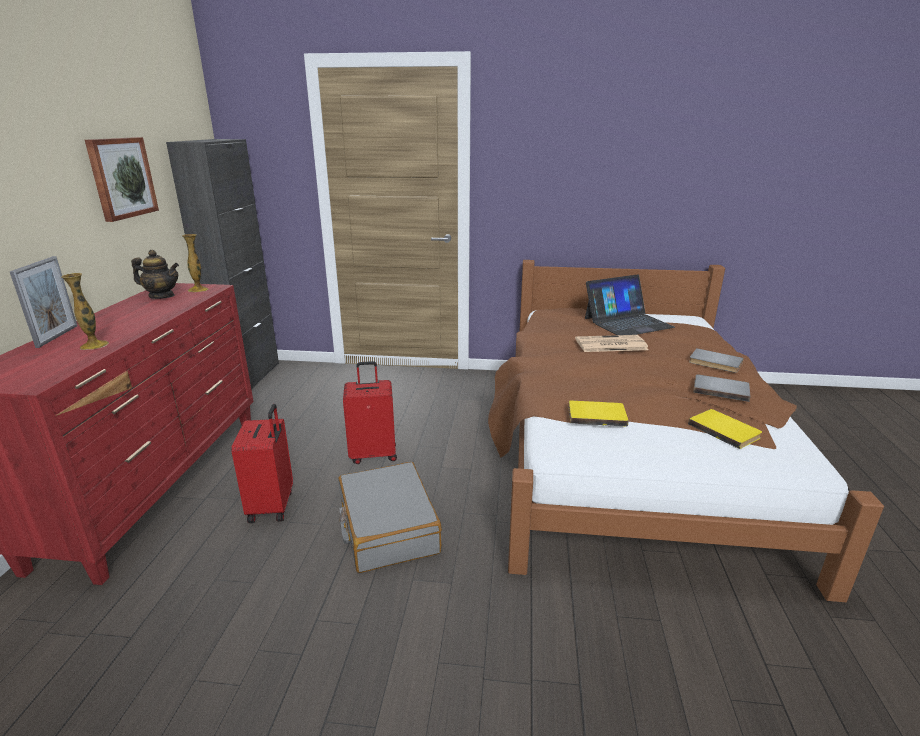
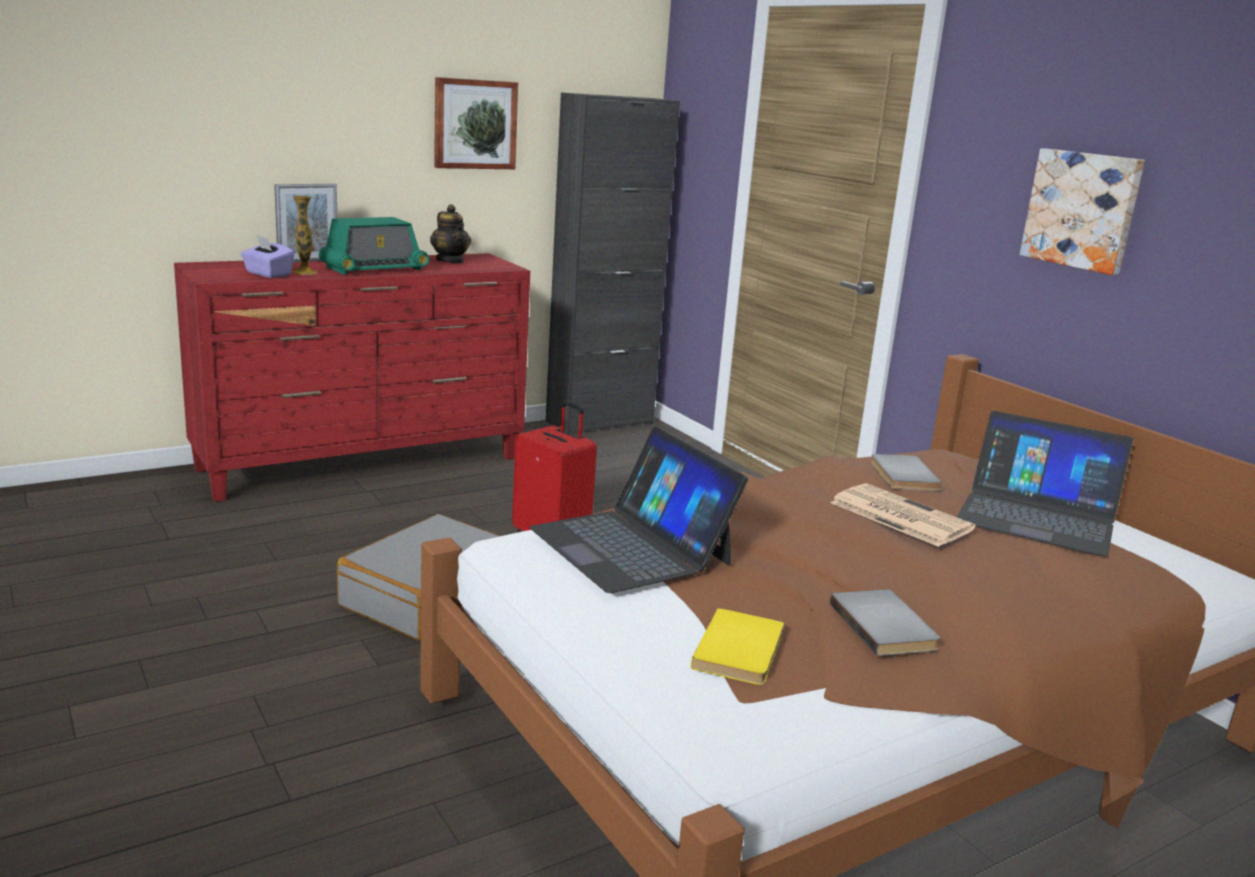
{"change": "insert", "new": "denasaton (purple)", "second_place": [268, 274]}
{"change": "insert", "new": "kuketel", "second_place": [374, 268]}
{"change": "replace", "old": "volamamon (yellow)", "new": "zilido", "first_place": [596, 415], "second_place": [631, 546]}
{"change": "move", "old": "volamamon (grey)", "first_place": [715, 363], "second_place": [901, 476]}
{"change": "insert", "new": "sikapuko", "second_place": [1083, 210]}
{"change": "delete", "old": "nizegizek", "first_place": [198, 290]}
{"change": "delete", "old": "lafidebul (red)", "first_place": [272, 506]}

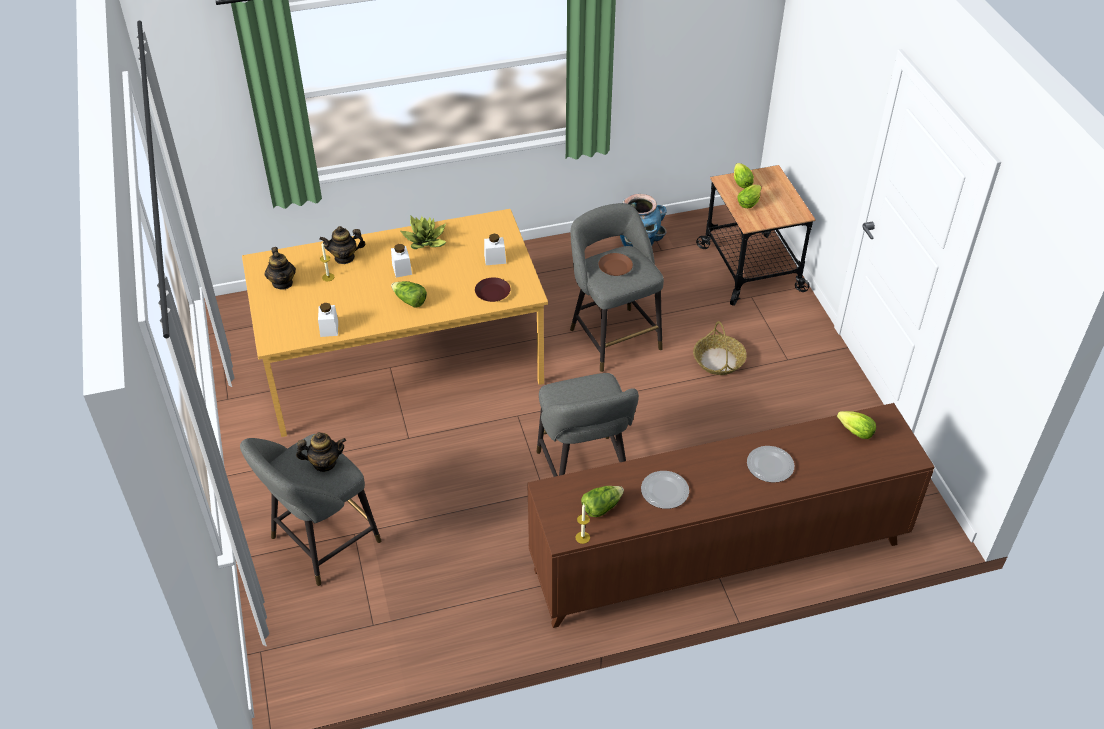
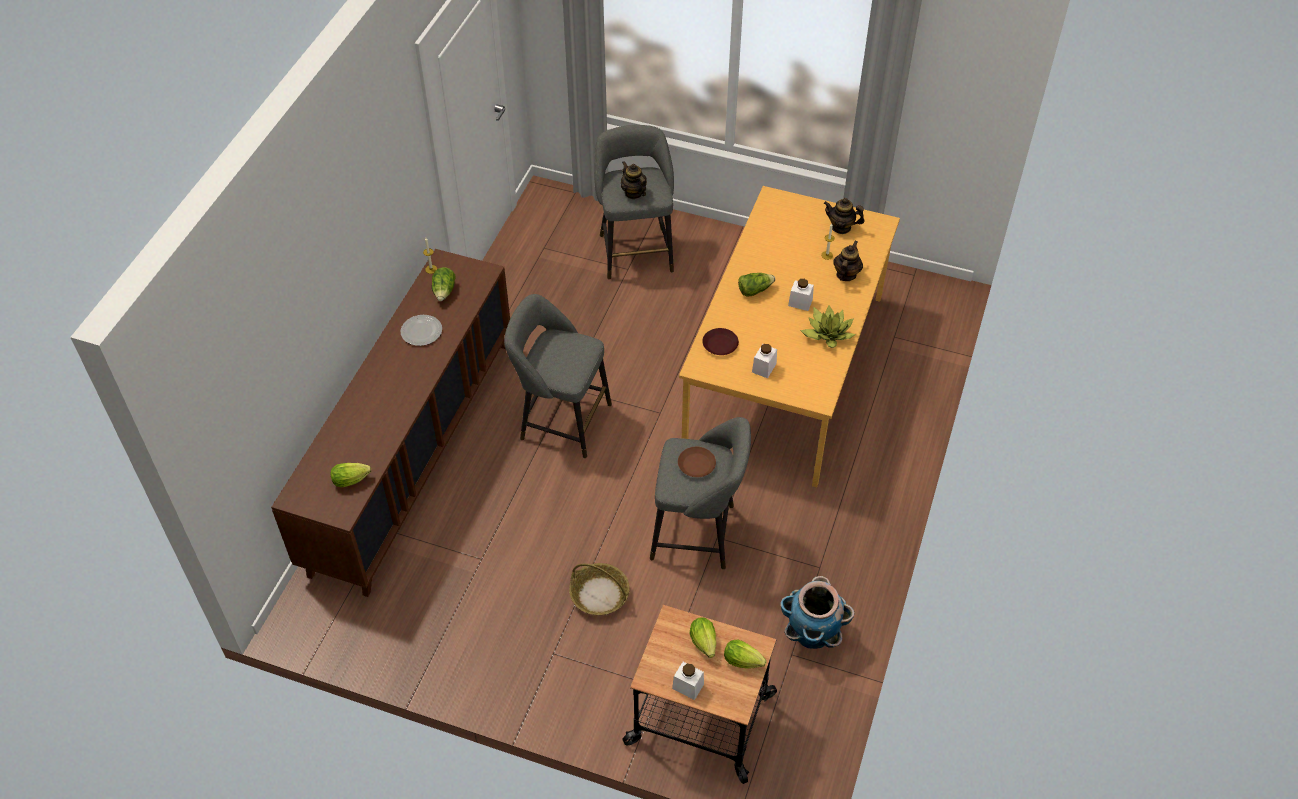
{"change": "rotate", "old": "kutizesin", "first_place": [324, 463], "second_place": [633, 193], "degrees": 120}
{"change": "move", "old": "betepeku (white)", "first_place": [329, 328], "second_place": [688, 686]}
{"change": "delete", "old": "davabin", "first_place": [770, 465]}

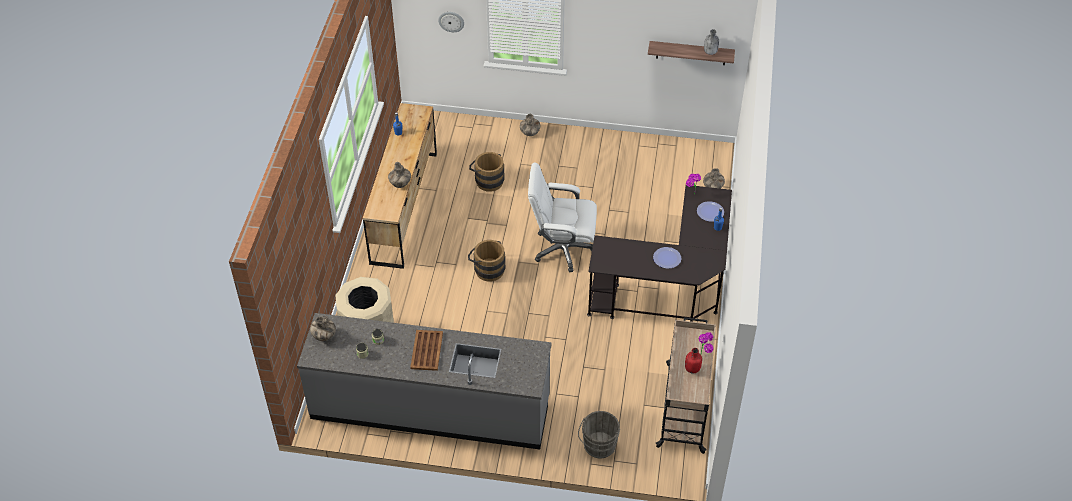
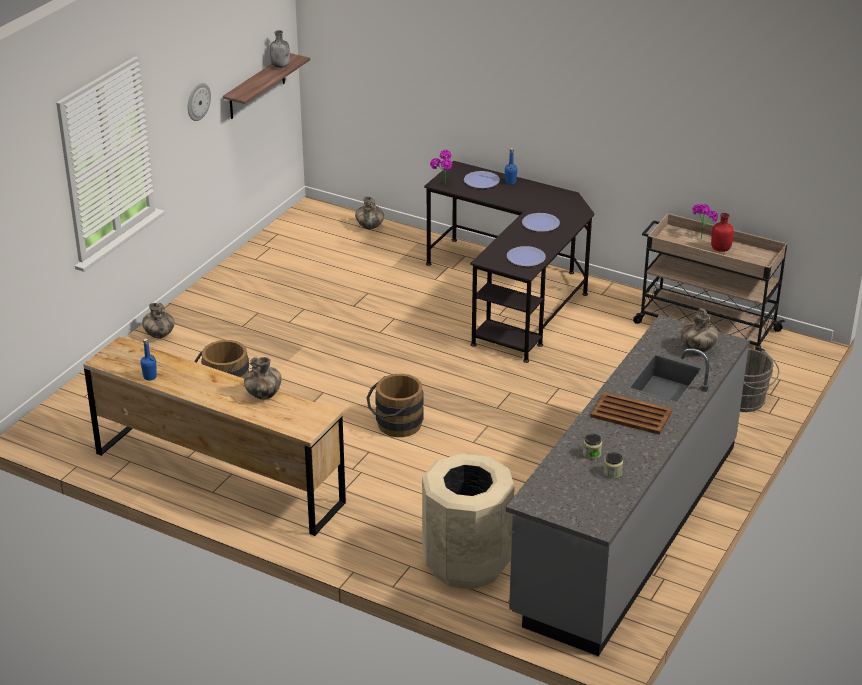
{"change": "move", "old": "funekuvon", "first_place": [451, 21], "second_place": [198, 101]}
{"change": "insert", "new": "davabin", "second_place": [526, 257]}
{"change": "move", "old": "nizegizek", "first_place": [324, 336], "second_place": [697, 349]}
{"change": "delete", "old": "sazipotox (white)", "first_place": [562, 249]}

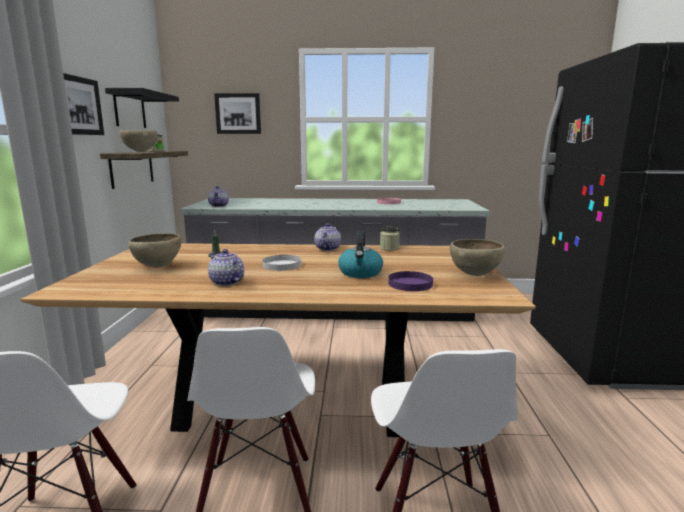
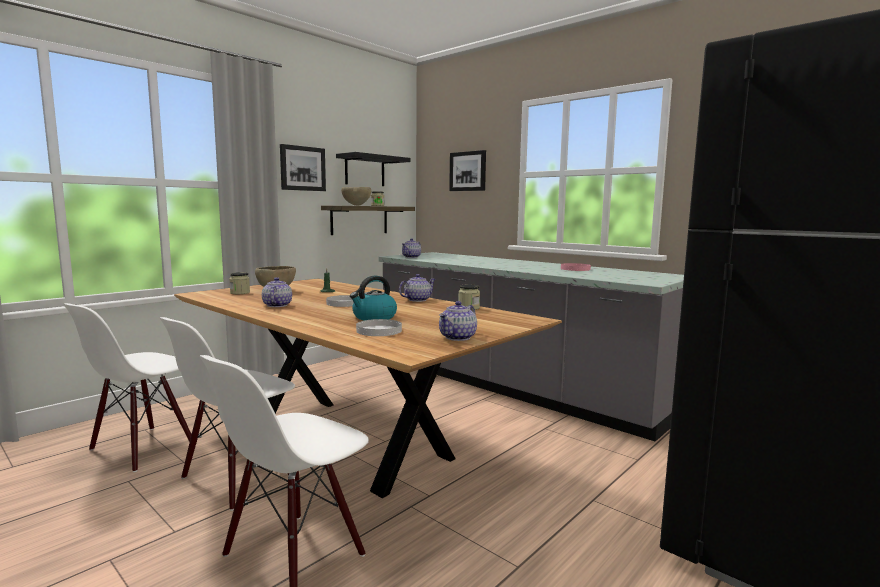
{"change": "insert", "new": "betepeku", "second_place": [240, 293]}
{"change": "recolor", "old": "davabin (purple)", "new": "davabin (white)", "first_place": [410, 284], "second_place": [379, 330]}
{"change": "replace", "old": "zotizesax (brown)", "new": "kutizesin", "first_place": [475, 275], "second_place": [458, 337]}

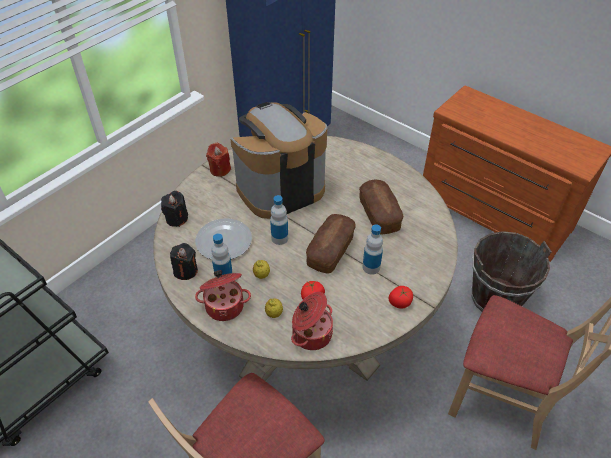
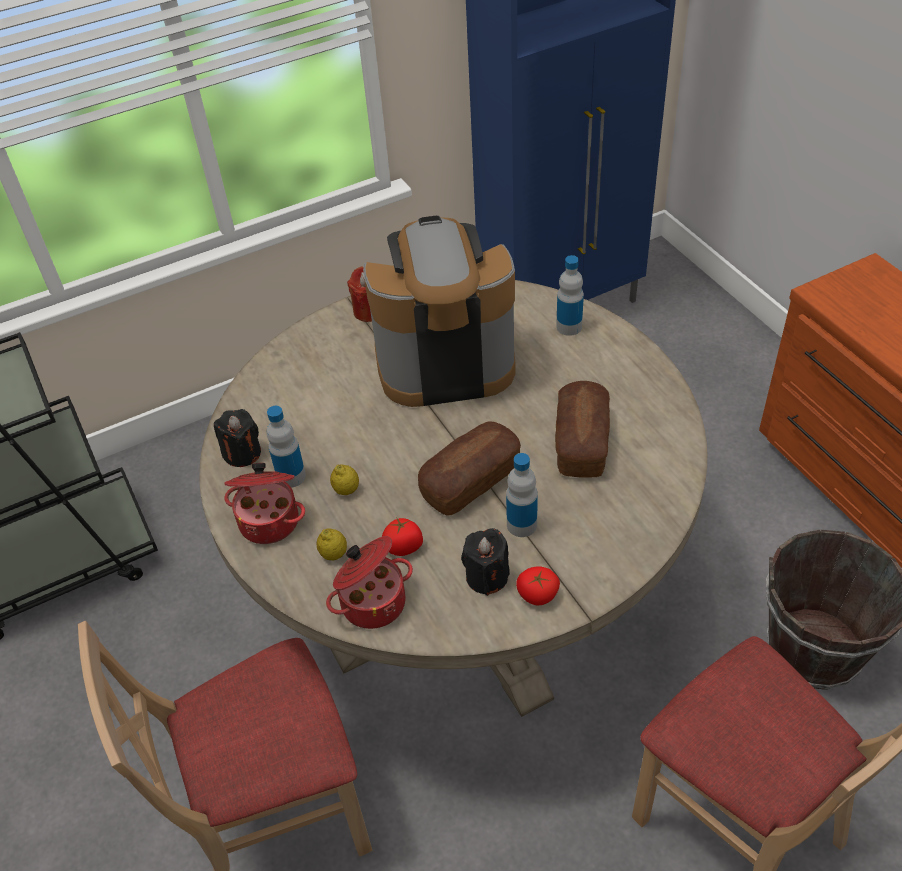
{"change": "move", "old": "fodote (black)", "first_place": [177, 218], "second_place": [487, 576]}
{"change": "move", "old": "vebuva", "first_place": [279, 238], "second_place": [569, 327]}
{"change": "delete", "old": "davabin", "first_place": [224, 241]}

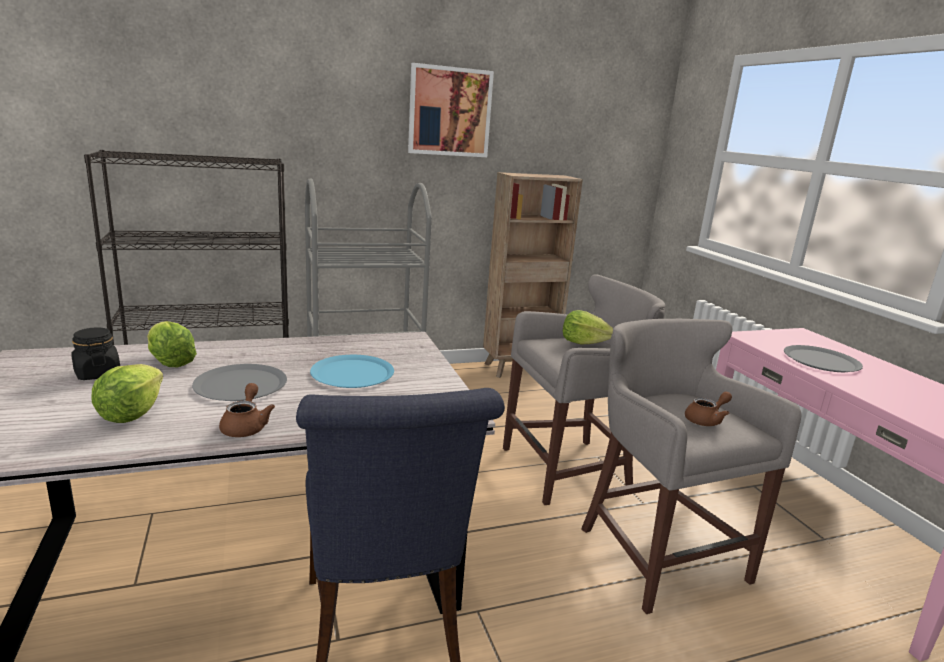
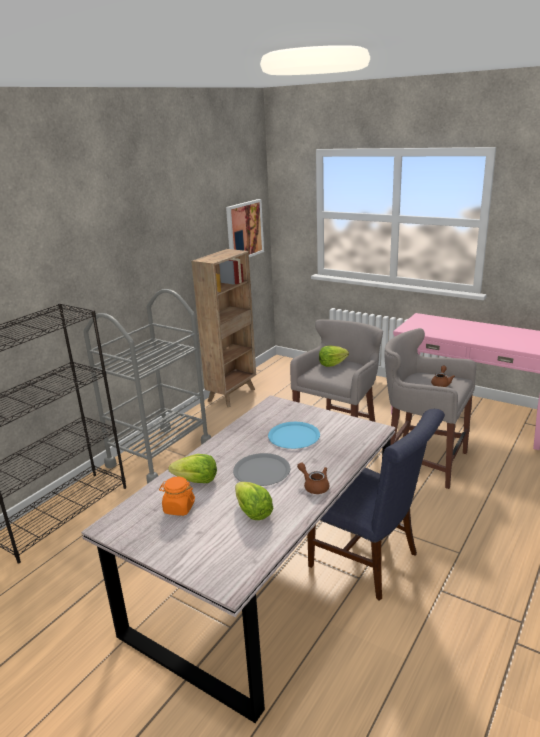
{"change": "recolor", "old": "betepeku (black)", "new": "betepeku (orange)", "first_place": [97, 373], "second_place": [179, 508]}
{"change": "move", "old": "sikapuko", "first_place": [449, 112], "second_place": [244, 230]}
{"change": "delete", "old": "davabin (grey)", "first_place": [821, 360]}

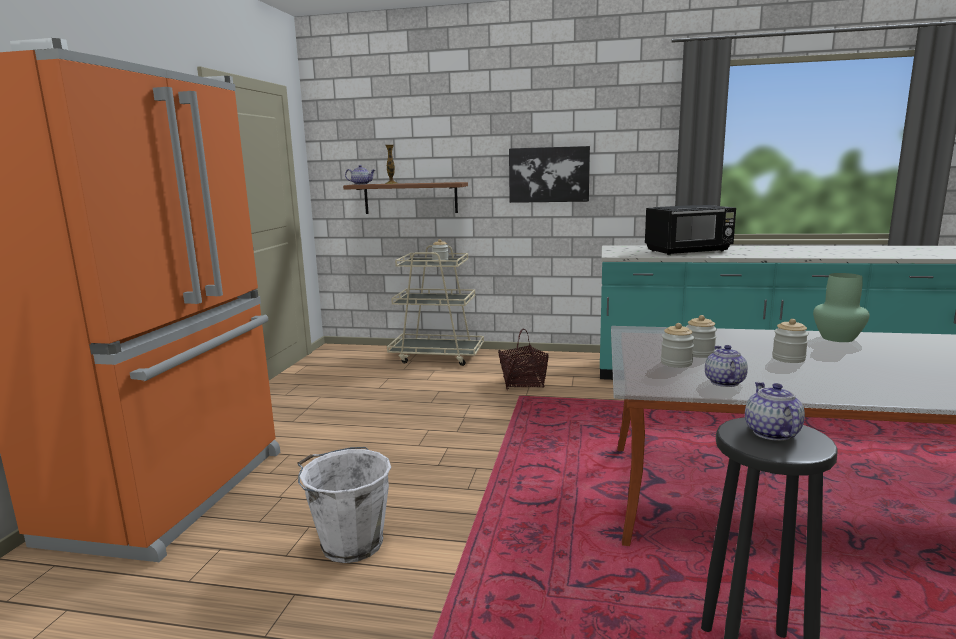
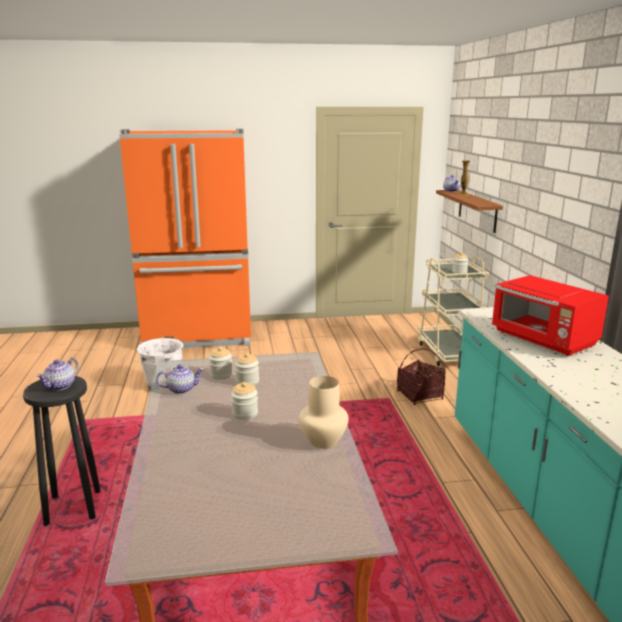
{"change": "rotate", "old": "kutizesin", "first_place": [771, 433], "second_place": [60, 386], "degrees": 135}
{"change": "recolor", "old": "nizegizek (green)", "new": "nizegizek (beige)", "first_place": [836, 338], "second_place": [323, 440]}
{"change": "recolor", "old": "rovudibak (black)", "new": "rovudibak (red)", "first_place": [689, 251], "second_place": [544, 340]}
{"change": "delete", "old": "sikapuko", "first_place": [549, 174]}

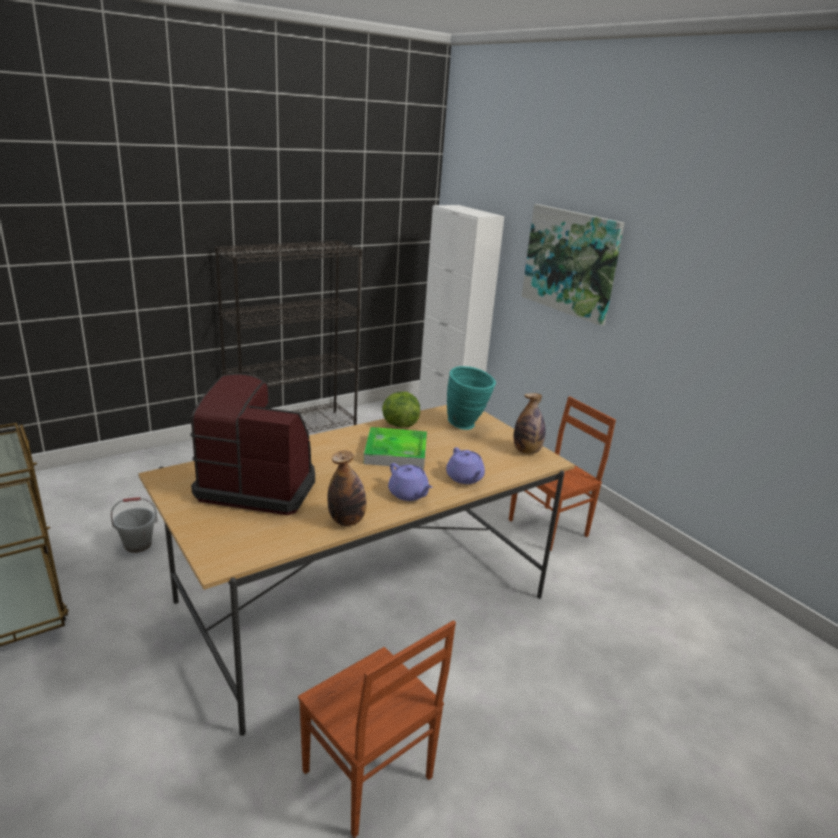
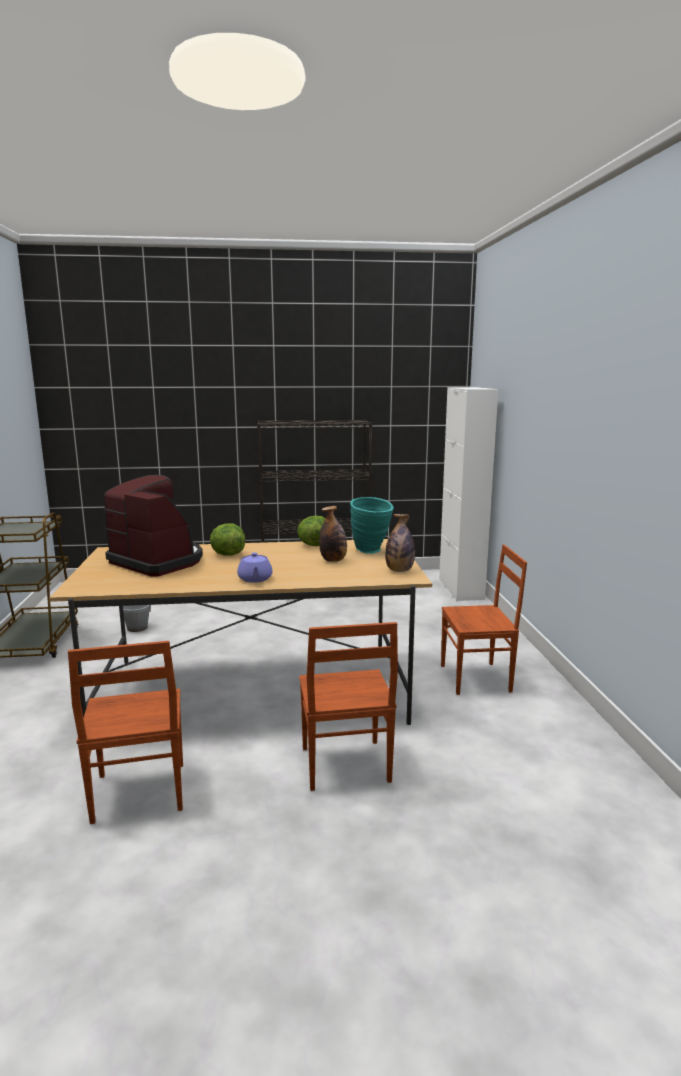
{"change": "insert", "new": "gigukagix", "second_place": [227, 554]}
{"change": "insert", "new": "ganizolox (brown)", "second_place": [344, 766]}
{"change": "move", "old": "vebuva", "first_place": [347, 521], "second_place": [333, 560]}
{"change": "delete", "old": "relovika", "first_place": [396, 452]}
{"change": "delete", "old": "kutizesin (purple)", "first_place": [465, 478]}
{"change": "delete", "old": "sikapuko", "first_place": [571, 262]}

